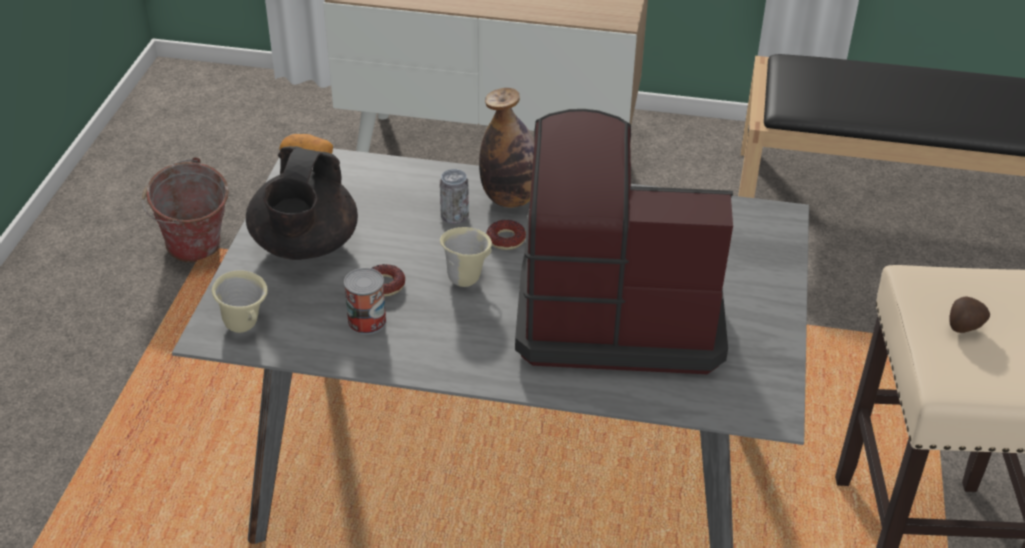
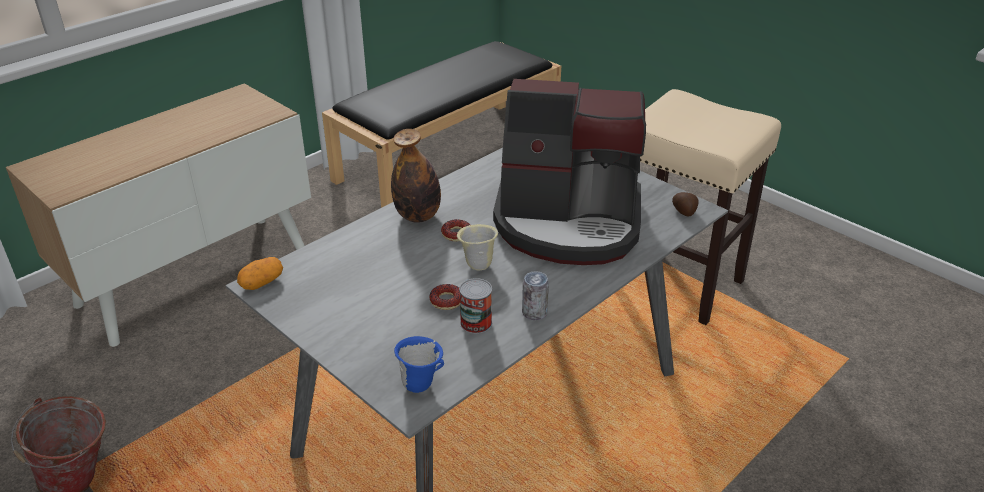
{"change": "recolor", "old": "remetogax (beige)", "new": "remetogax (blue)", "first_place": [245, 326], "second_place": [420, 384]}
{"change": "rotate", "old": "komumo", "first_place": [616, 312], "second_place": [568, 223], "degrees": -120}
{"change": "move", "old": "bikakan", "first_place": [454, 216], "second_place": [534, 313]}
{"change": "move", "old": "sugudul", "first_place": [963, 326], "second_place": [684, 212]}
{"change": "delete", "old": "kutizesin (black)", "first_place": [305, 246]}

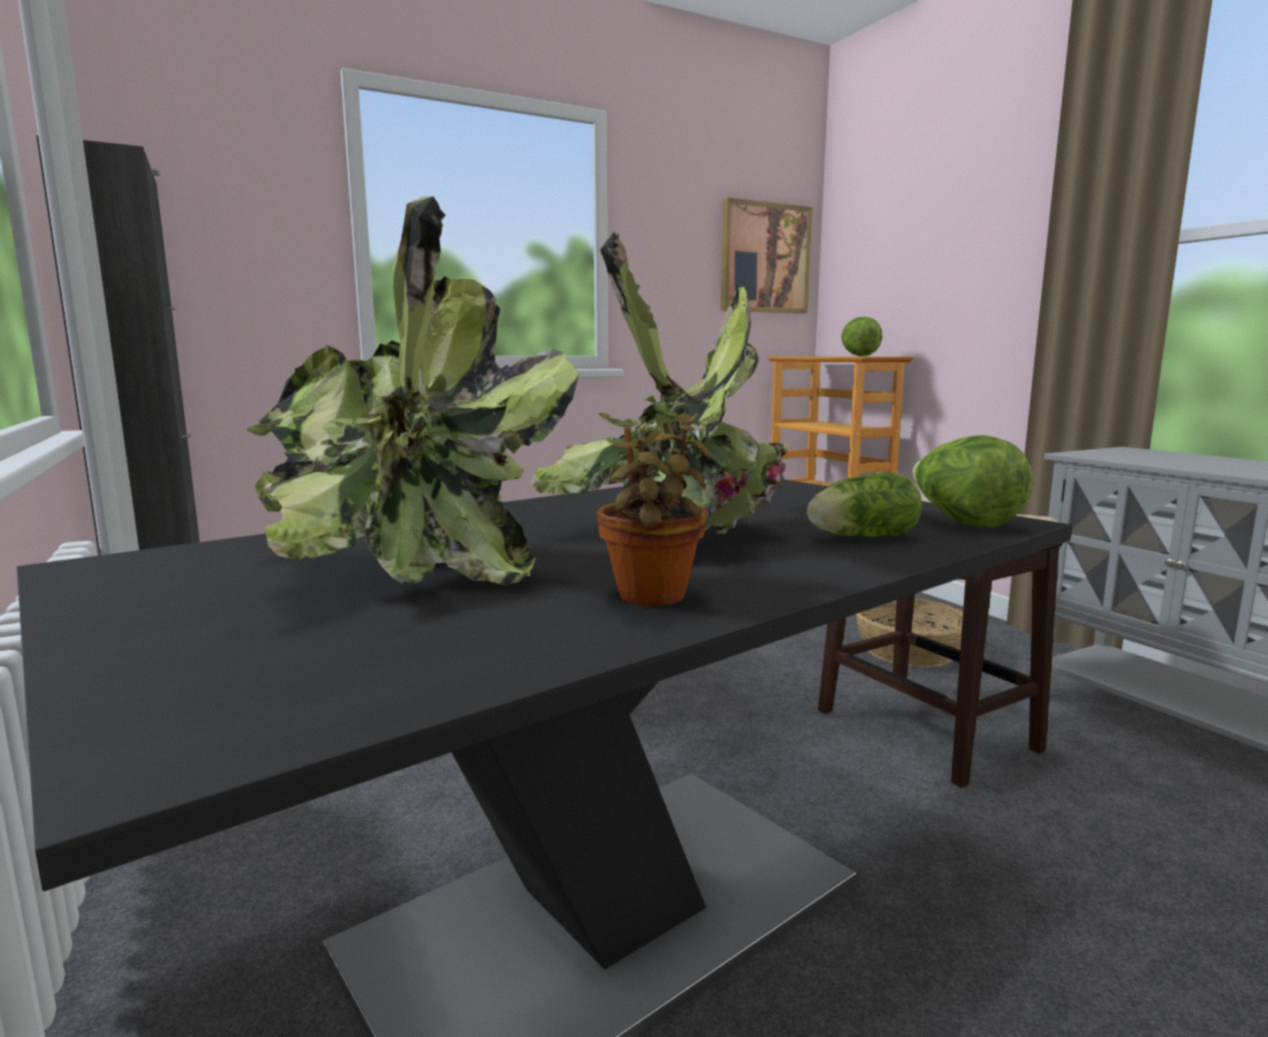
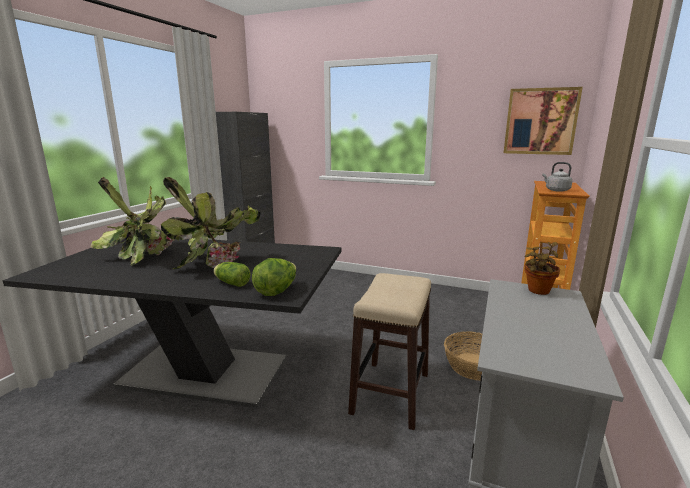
{"change": "move", "old": "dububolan", "first_place": [652, 598], "second_place": [537, 291]}
{"change": "replace", "old": "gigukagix", "new": "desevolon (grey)", "first_place": [858, 356], "second_place": [556, 190]}

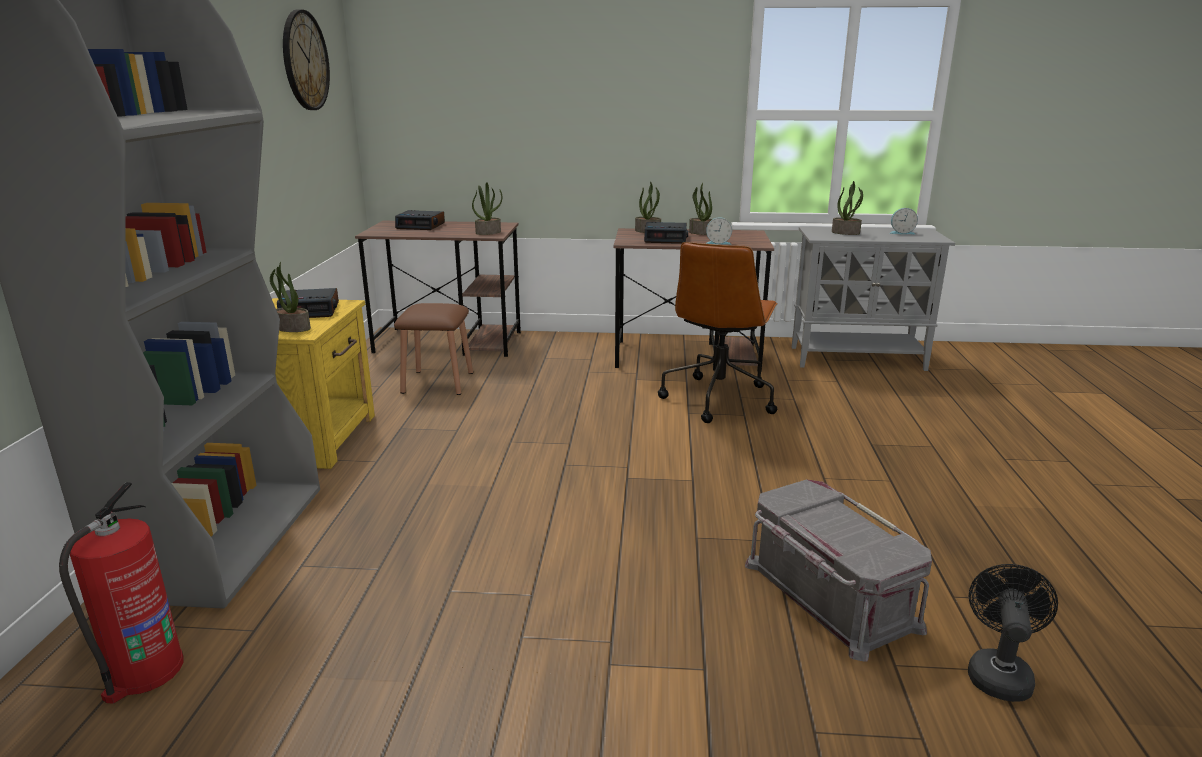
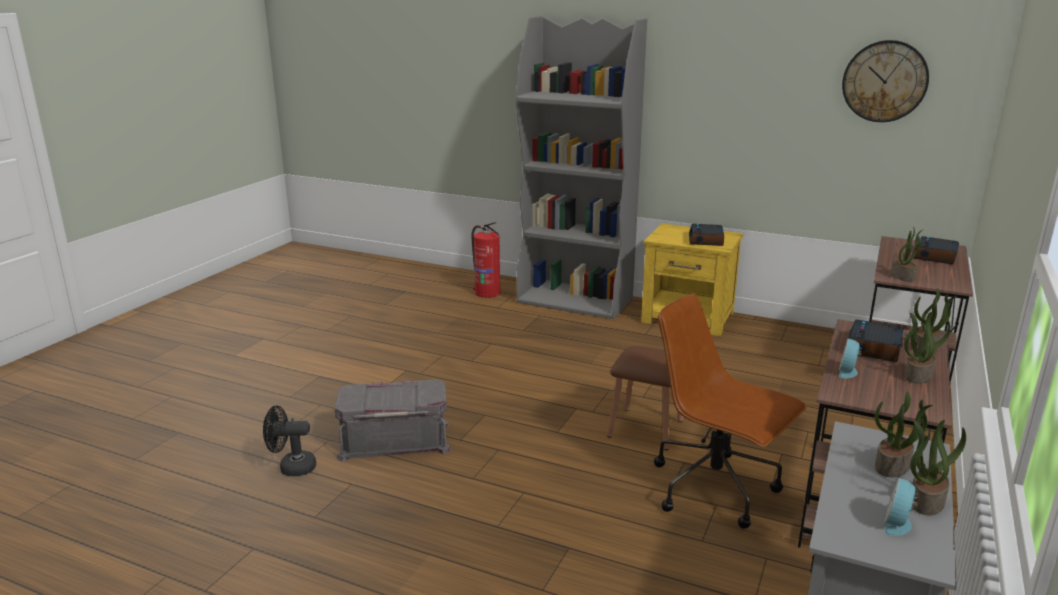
{"change": "rotate", "old": "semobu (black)", "first_place": [998, 672], "second_place": [291, 467], "degrees": 135}
{"change": "move", "old": "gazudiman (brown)", "first_place": [437, 382], "second_place": [645, 428]}
{"change": "move", "old": "dububolan", "first_place": [292, 328], "second_place": [926, 501]}

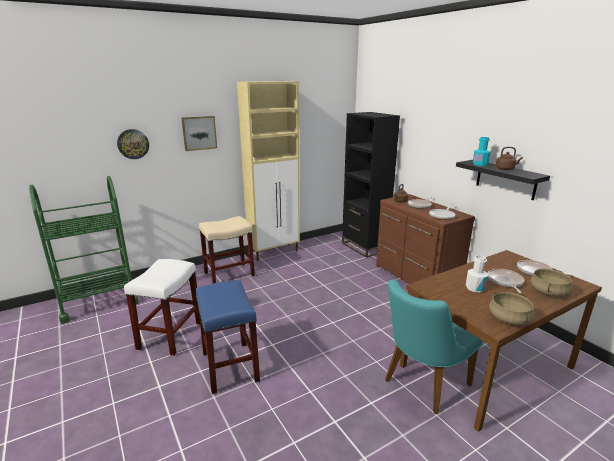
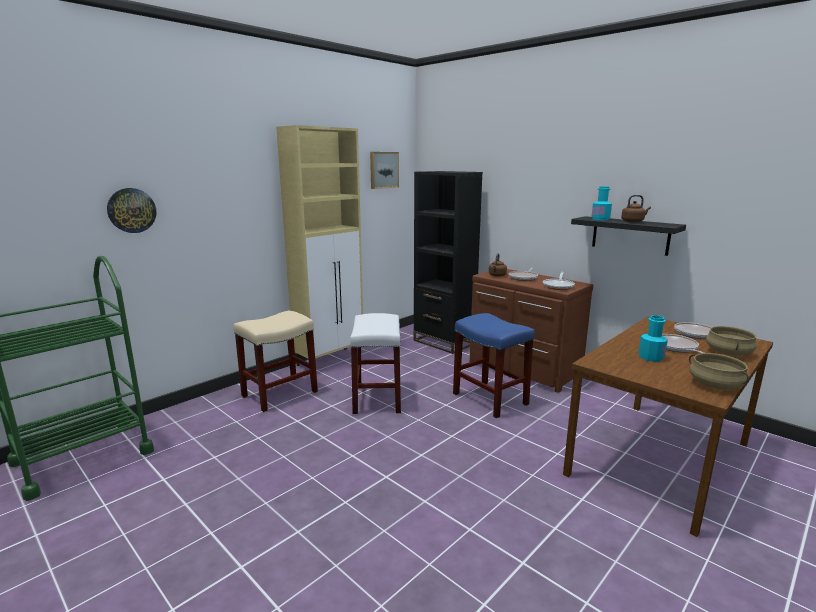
{"change": "move", "old": "gazudiman (white)", "first_place": [170, 336], "second_place": [378, 399]}
{"change": "move", "old": "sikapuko", "first_place": [199, 133], "second_place": [383, 170]}
{"change": "move", "old": "gazudiman (blue)", "first_place": [230, 367], "second_place": [491, 399]}
{"change": "recolor", "old": "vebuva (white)", "new": "vebuva (turquoise)", "first_place": [475, 288], "second_place": [651, 357]}
{"change": "delete", "old": "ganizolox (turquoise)", "first_place": [421, 385]}

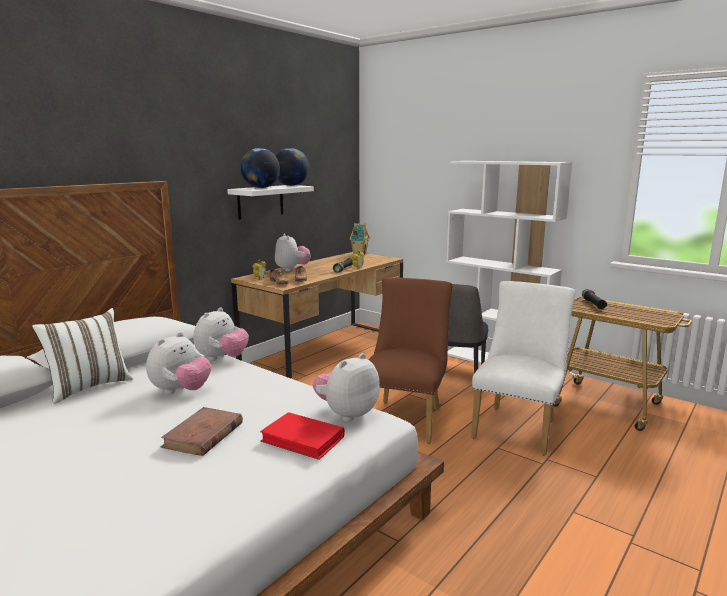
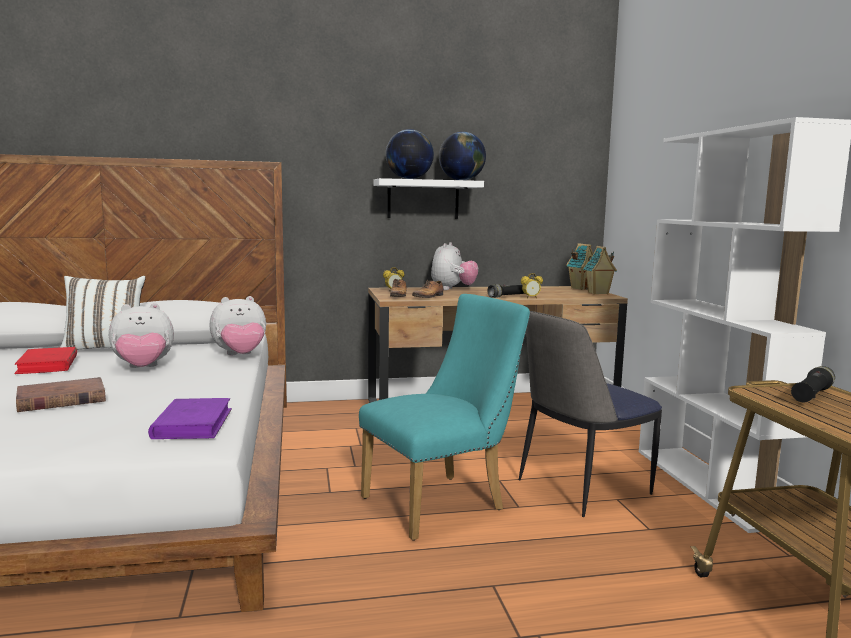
{"change": "move", "old": "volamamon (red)", "first_place": [303, 439], "second_place": [47, 365]}
{"change": "replace", "old": "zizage", "new": "volamamon (purple)", "first_place": [346, 414], "second_place": [193, 423]}
{"change": "recolor", "old": "ganizolox (brown)", "new": "ganizolox (turquoise)", "first_place": [406, 418], "second_place": [442, 503]}
{"change": "insert", "new": "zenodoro", "second_place": [598, 293]}
{"change": "delete", "old": "ganizolox (white)", "first_place": [518, 426]}

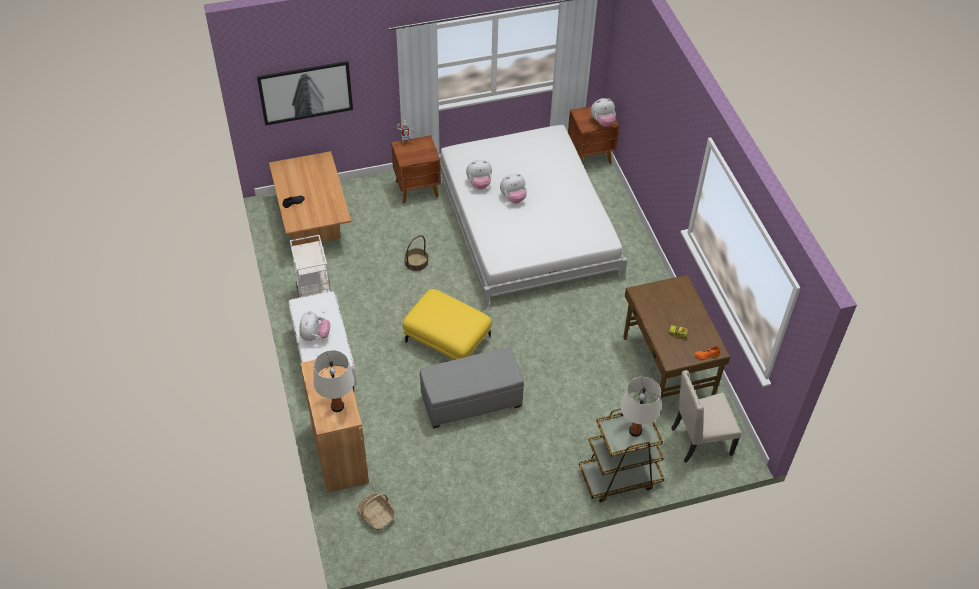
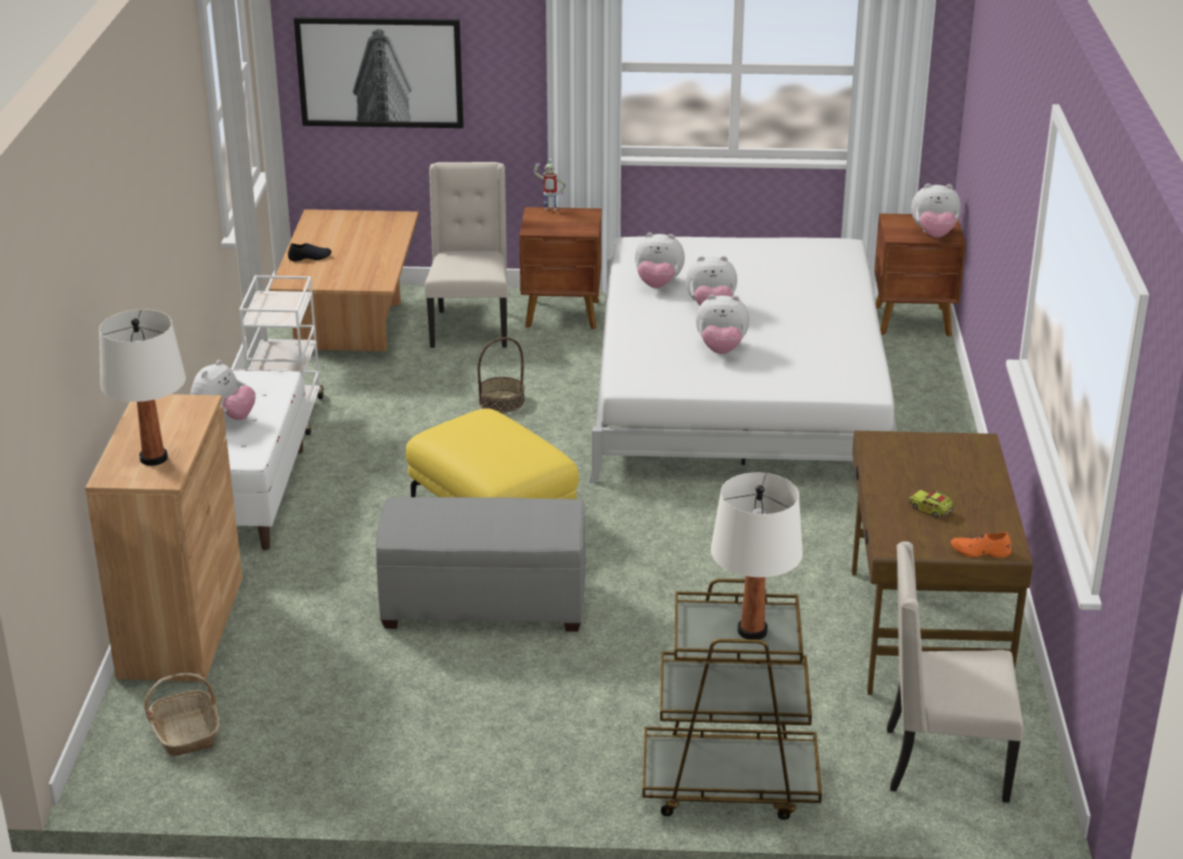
{"change": "insert", "new": "ganizolox (beige)", "second_place": [470, 328]}
{"change": "insert", "new": "zizage", "second_place": [721, 349]}

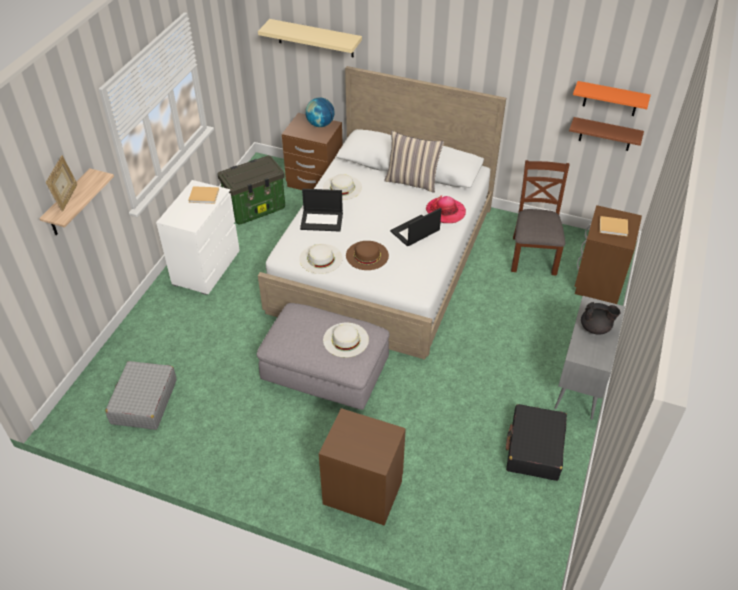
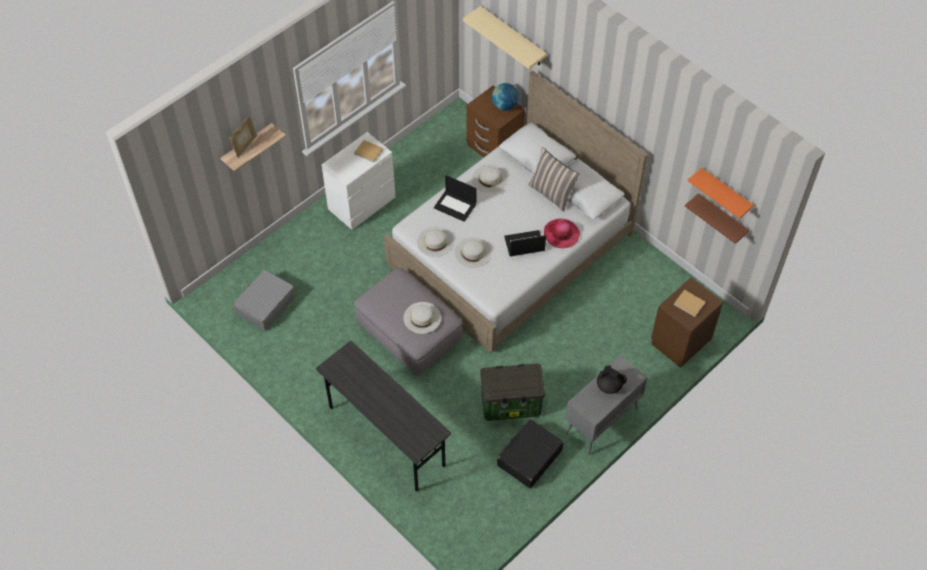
{"change": "replace", "old": "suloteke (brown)", "new": "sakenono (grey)", "first_place": [363, 491], "second_place": [386, 436]}
{"change": "recolor", "old": "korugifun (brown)", "new": "korugifun (white)", "first_place": [367, 255], "second_place": [473, 252]}
{"change": "move", "old": "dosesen", "first_place": [256, 208], "second_place": [511, 404]}
{"change": "delete", "old": "ganizolox (brown)", "first_place": [533, 255]}

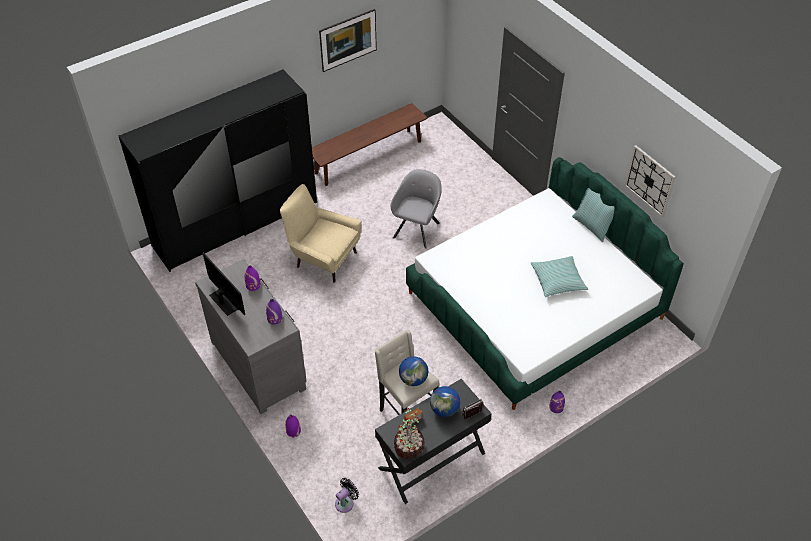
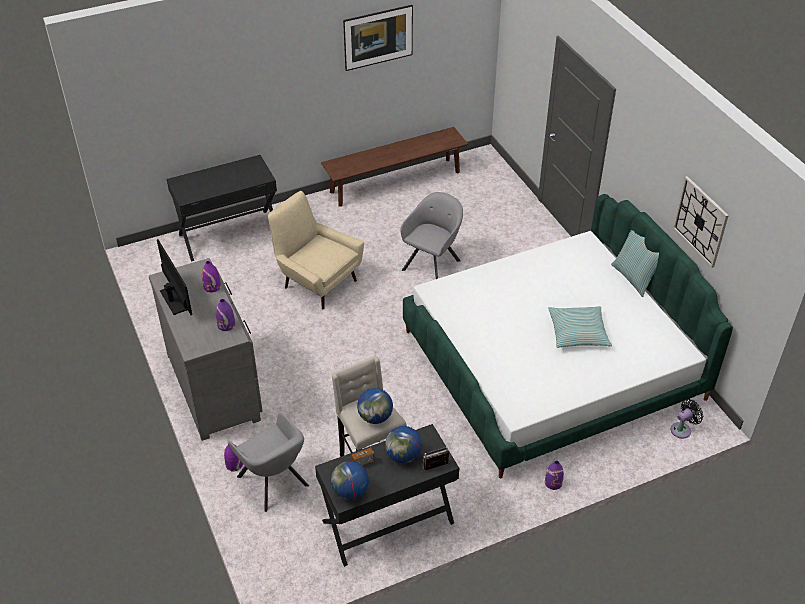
{"change": "replace", "old": "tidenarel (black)", "new": "sakenono (black)", "first_place": [236, 224], "second_place": [229, 234]}
{"change": "insert", "new": "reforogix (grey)", "second_place": [274, 483]}
{"change": "replace", "old": "dububolan", "new": "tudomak", "first_place": [409, 447], "second_place": [350, 491]}
{"change": "move", "old": "semobu (black)", "first_place": [346, 502], "second_place": [682, 429]}

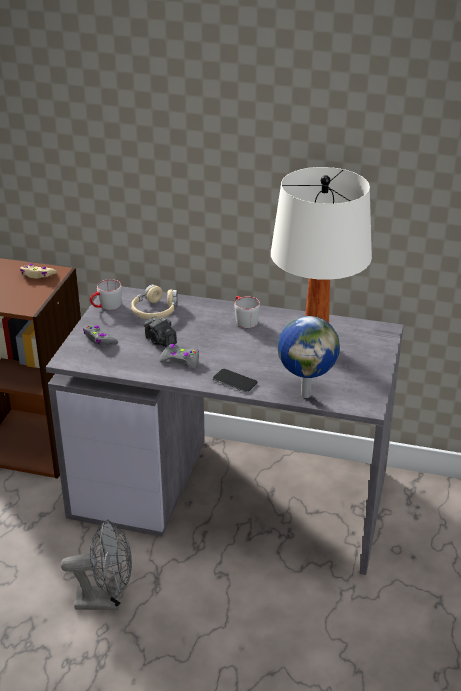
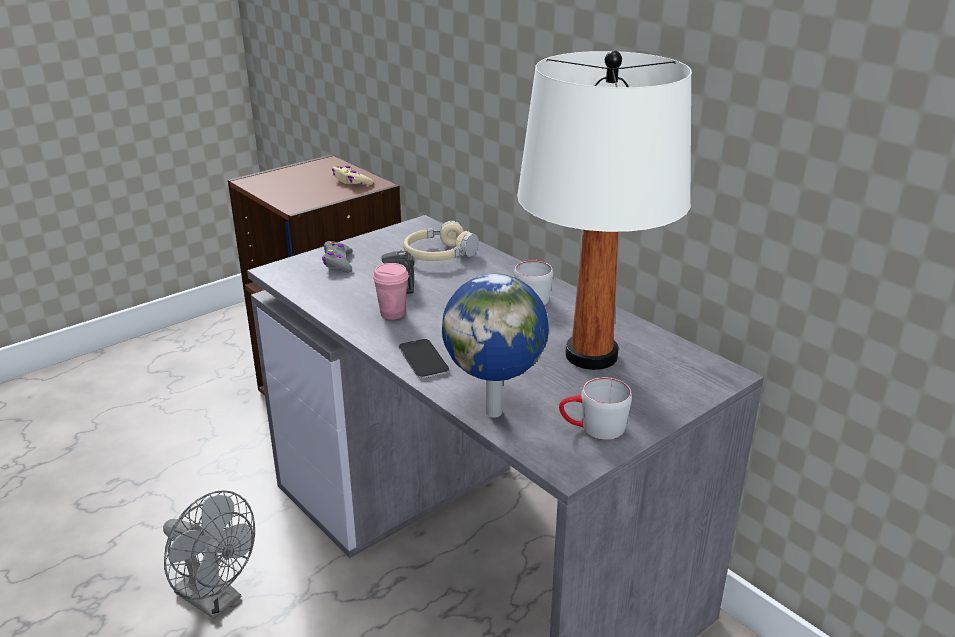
{"change": "replace", "old": "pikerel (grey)", "new": "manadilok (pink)", "first_place": [180, 361], "second_place": [392, 314]}
{"change": "move", "old": "remetogax (grey)", "first_place": [106, 306], "second_place": [593, 428]}

